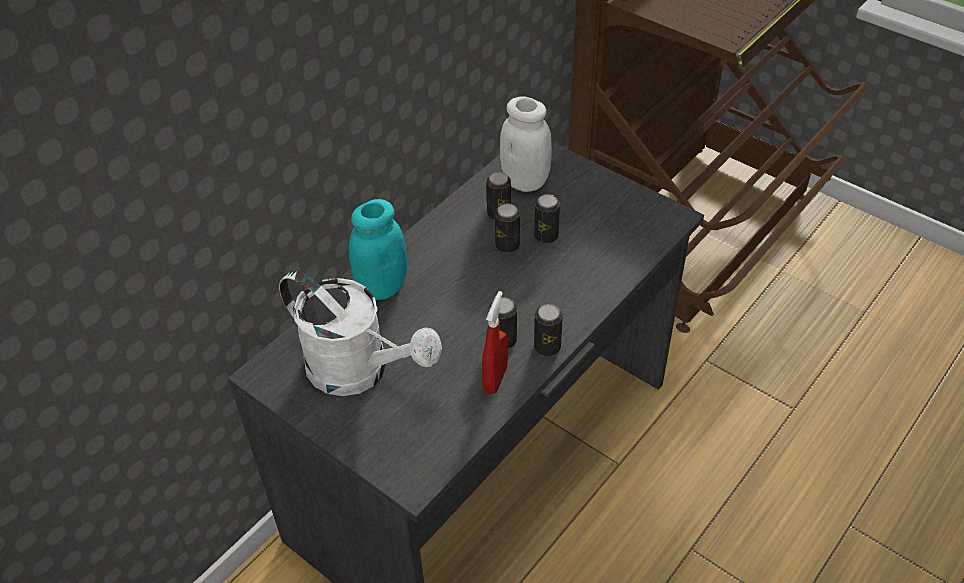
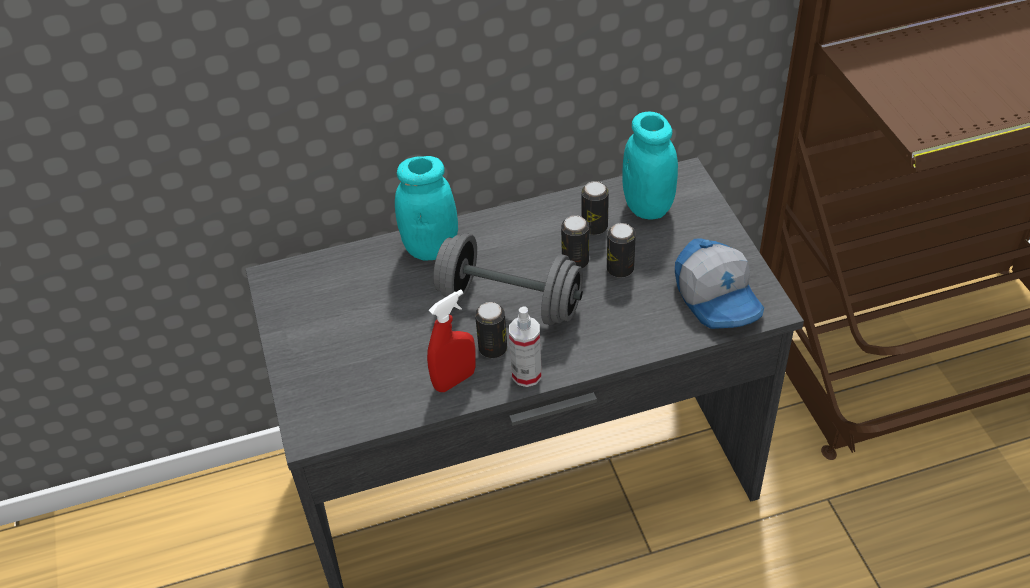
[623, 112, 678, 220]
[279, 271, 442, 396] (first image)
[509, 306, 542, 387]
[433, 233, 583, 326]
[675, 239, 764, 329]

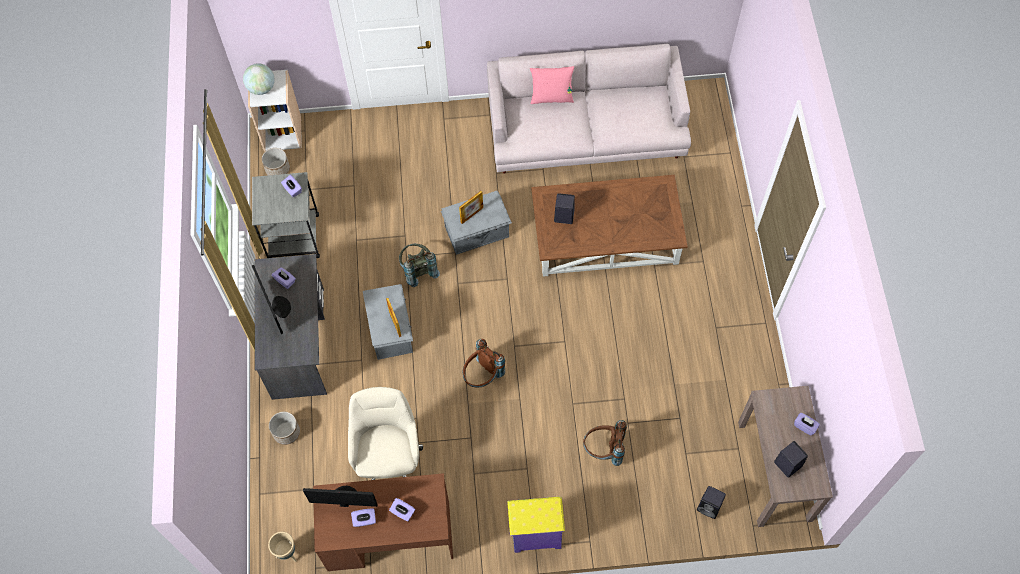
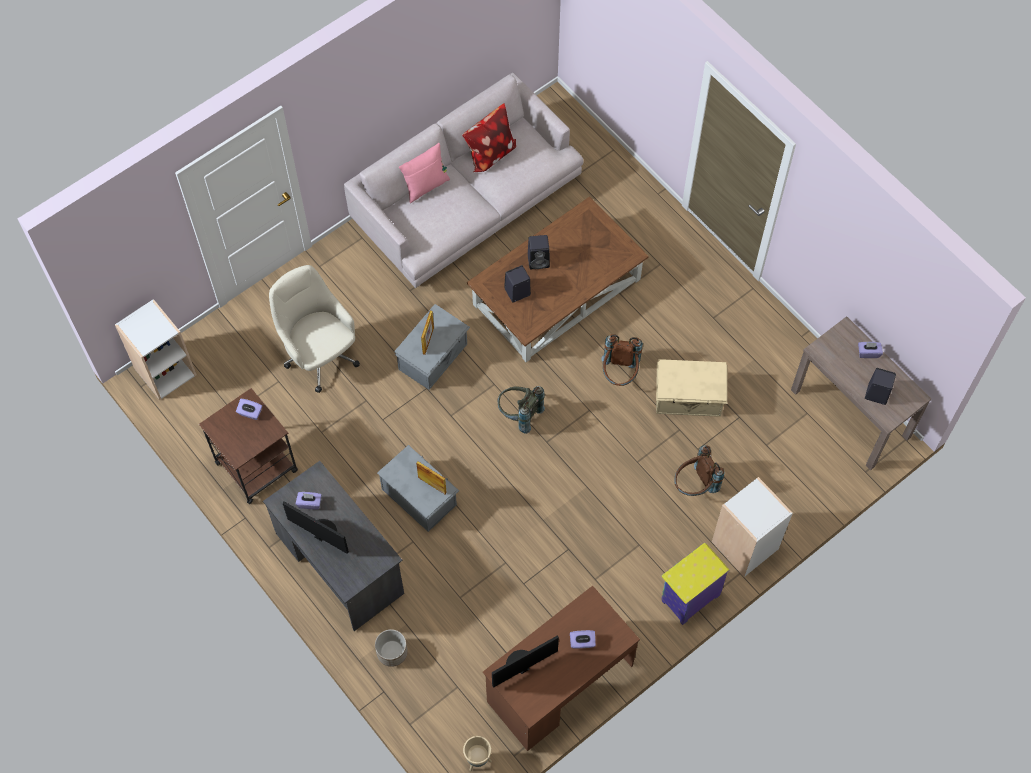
[243, 63, 274, 95] (first image)
[262, 148, 290, 175] (first image)
[199, 388, 297, 504]
[498, 386, 545, 434]
[601, 334, 643, 386]
[269, 265, 360, 393]
[528, 235, 550, 269]
[351, 509, 376, 527] (first image)
[462, 103, 516, 172]
[656, 359, 727, 417]
[712, 477, 793, 577]

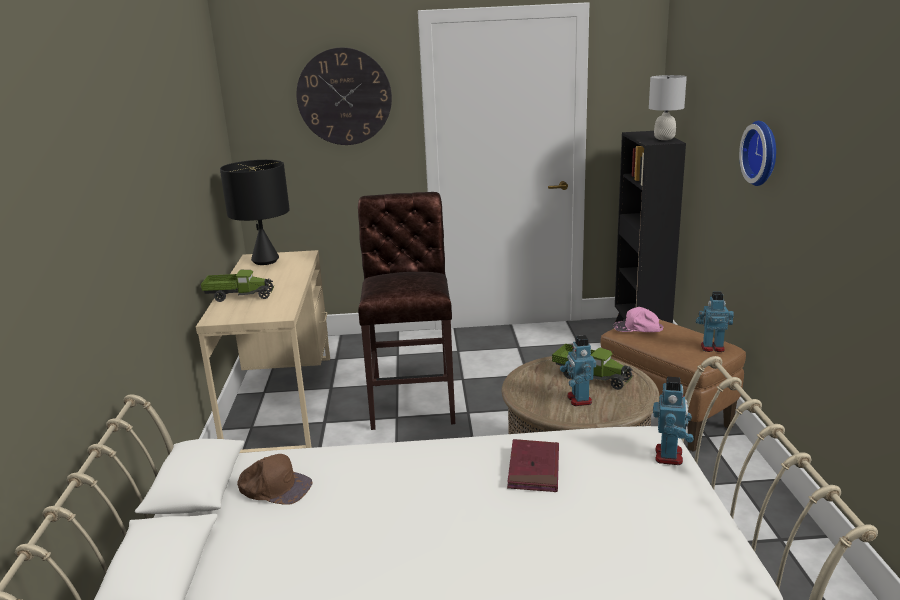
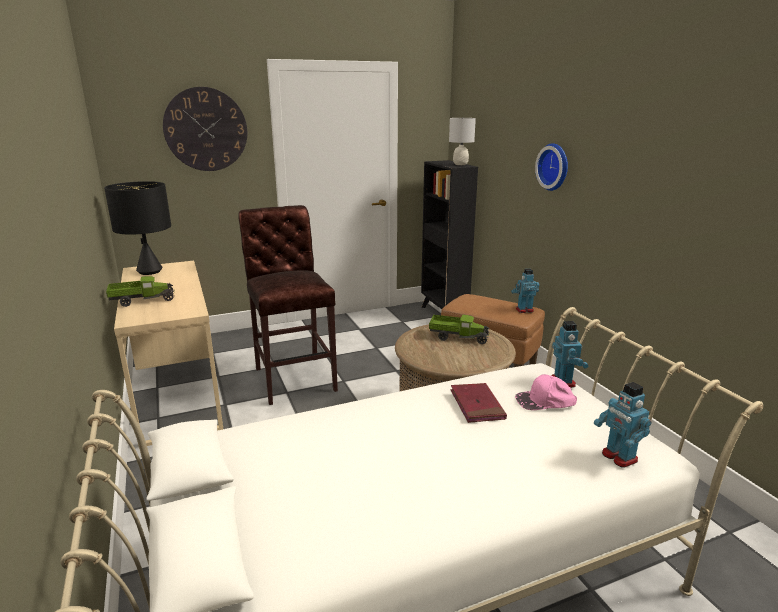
[515, 374, 577, 410]
[594, 382, 651, 468]
[237, 454, 313, 505] (first image)

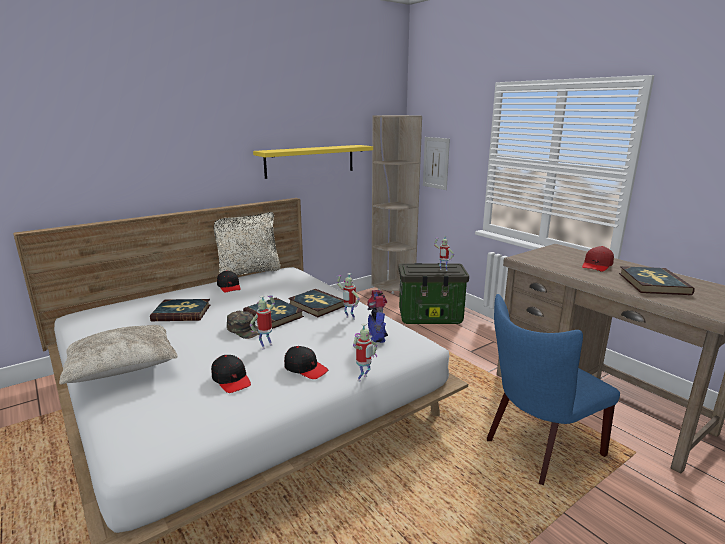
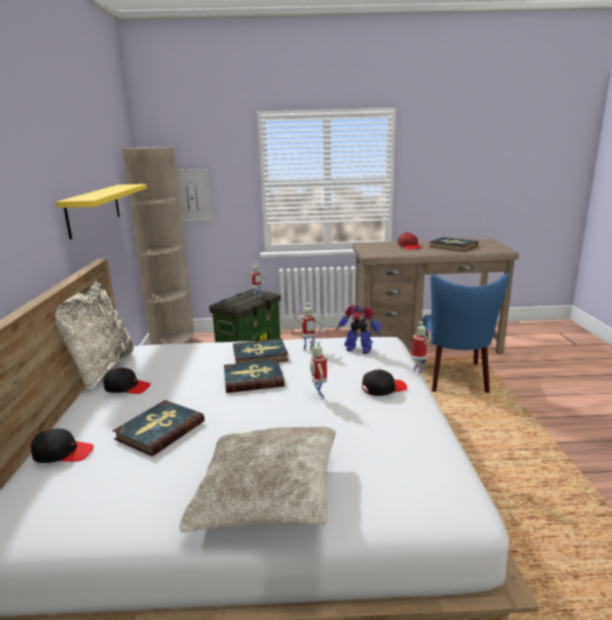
[227, 311, 260, 339] (first image)
[31, 428, 94, 463]

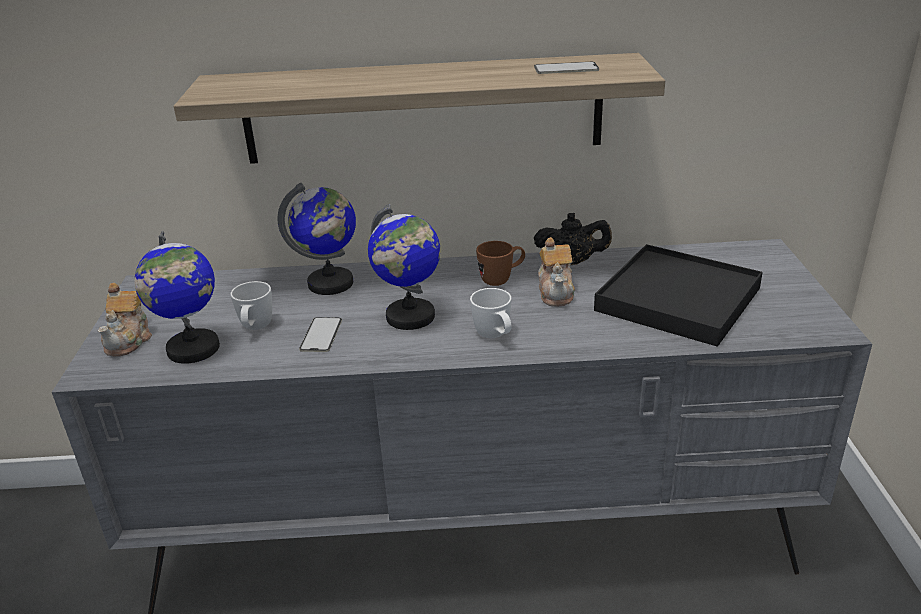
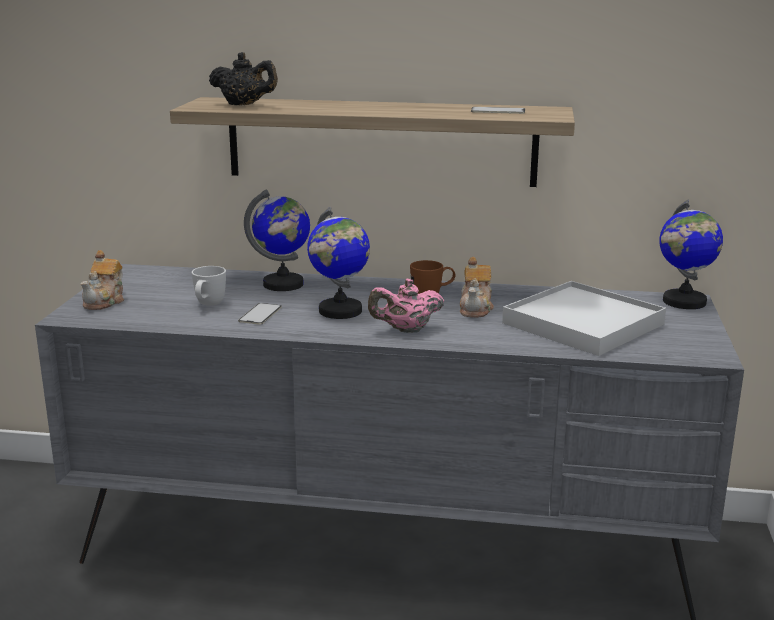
[209, 52, 278, 106]
[659, 200, 723, 309]
[502, 281, 666, 356]
[368, 279, 444, 333]

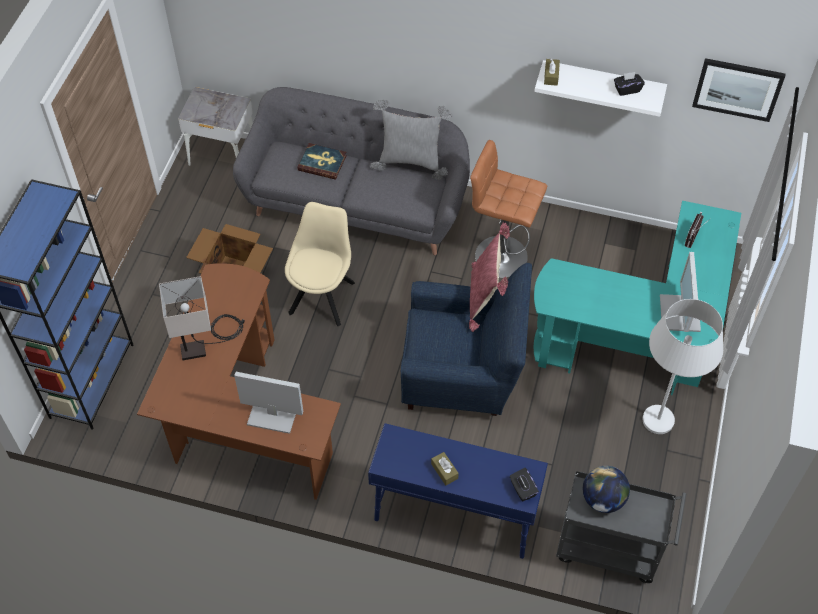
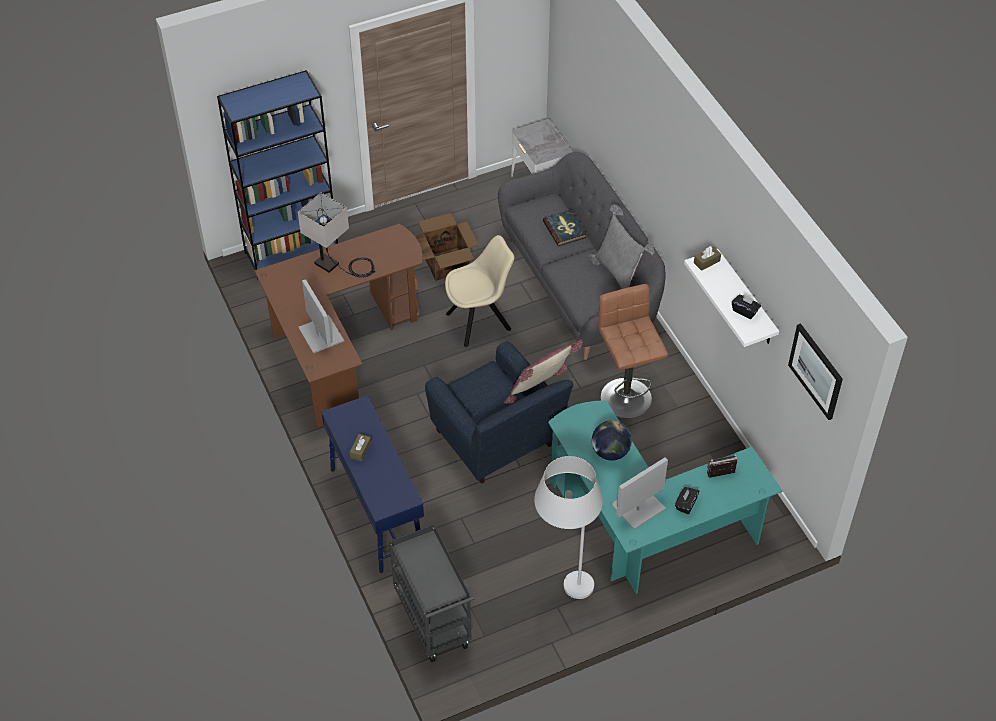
[592, 420, 632, 461]
[675, 487, 699, 514]

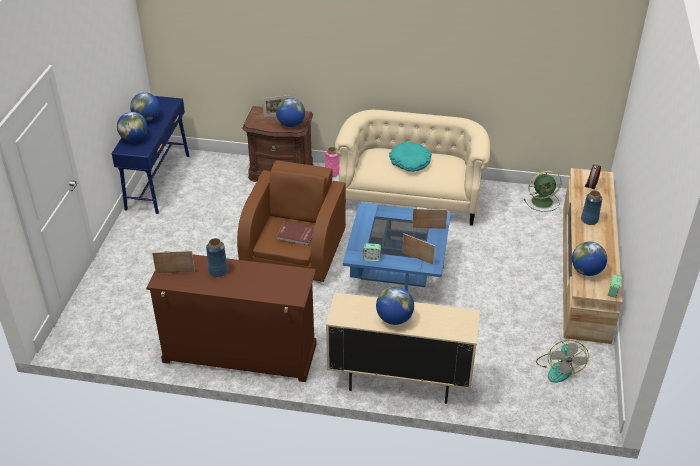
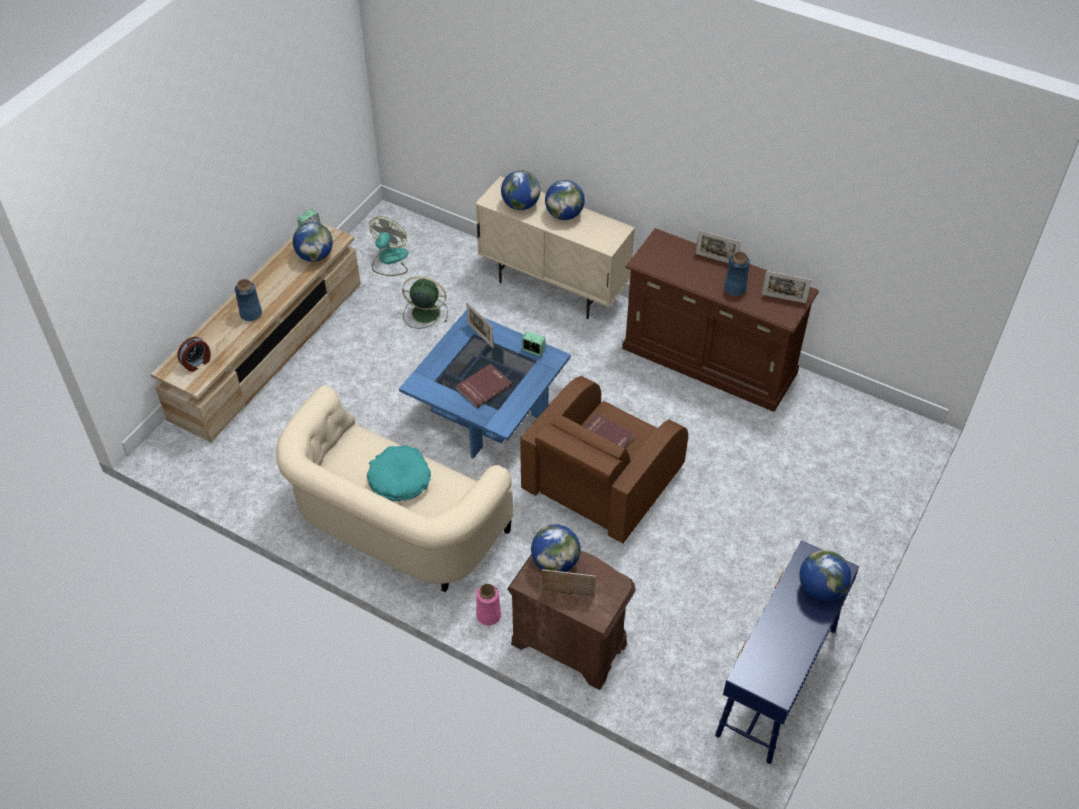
[501, 170, 540, 210]
[402, 276, 448, 329]
[695, 230, 741, 263]
[456, 364, 512, 408]

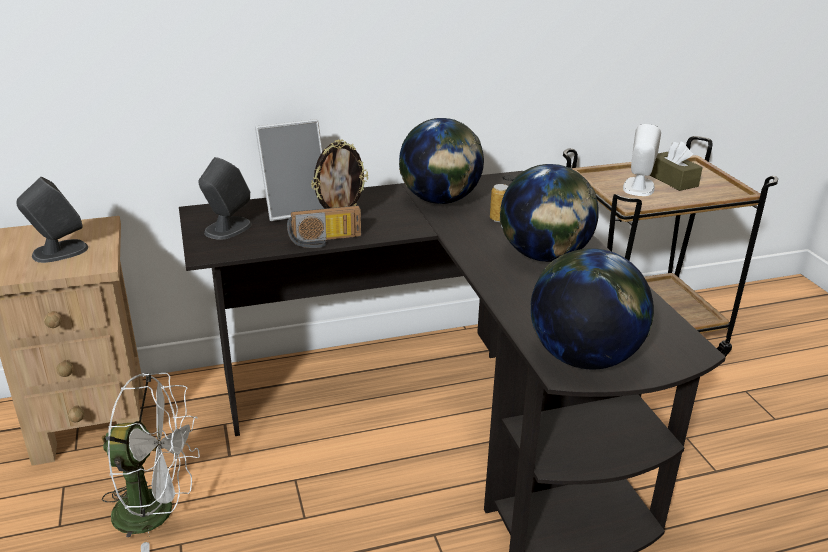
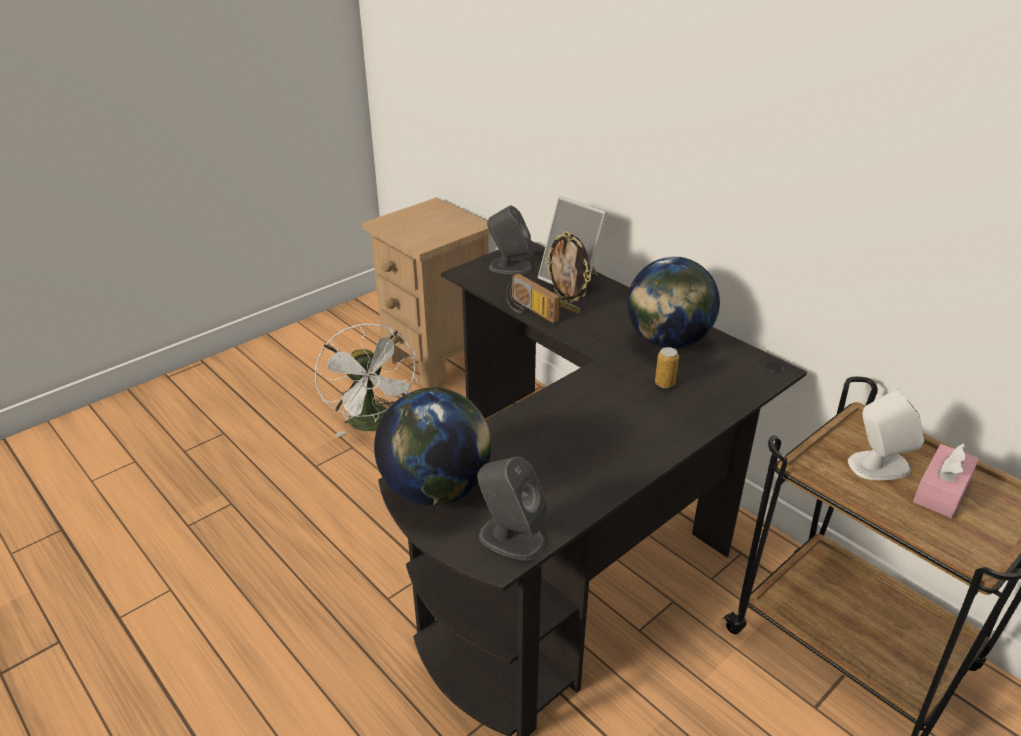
[913, 444, 979, 518]
[500, 164, 599, 262] (first image)
[477, 457, 547, 560]

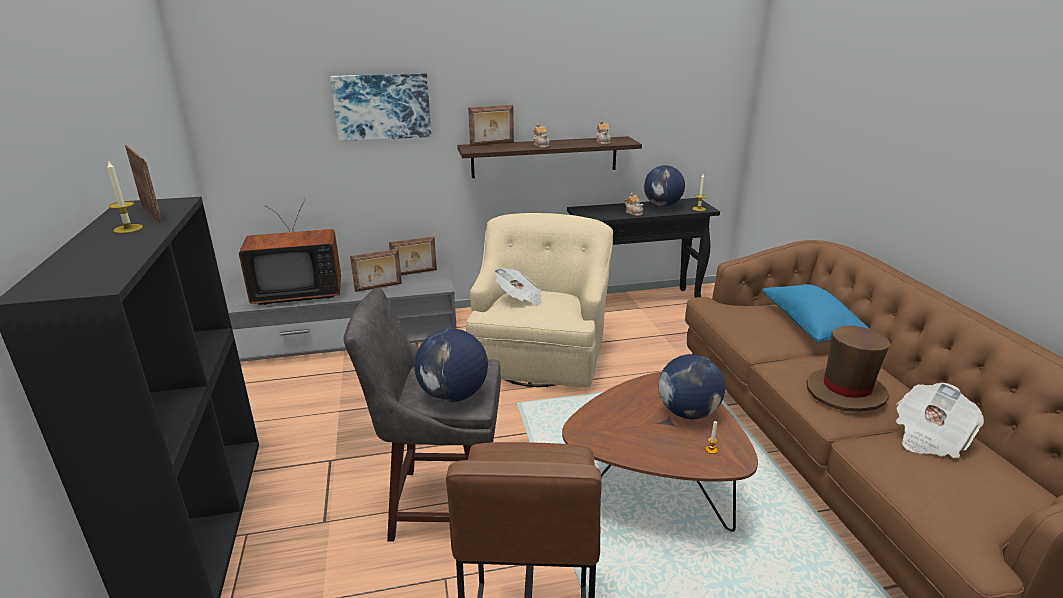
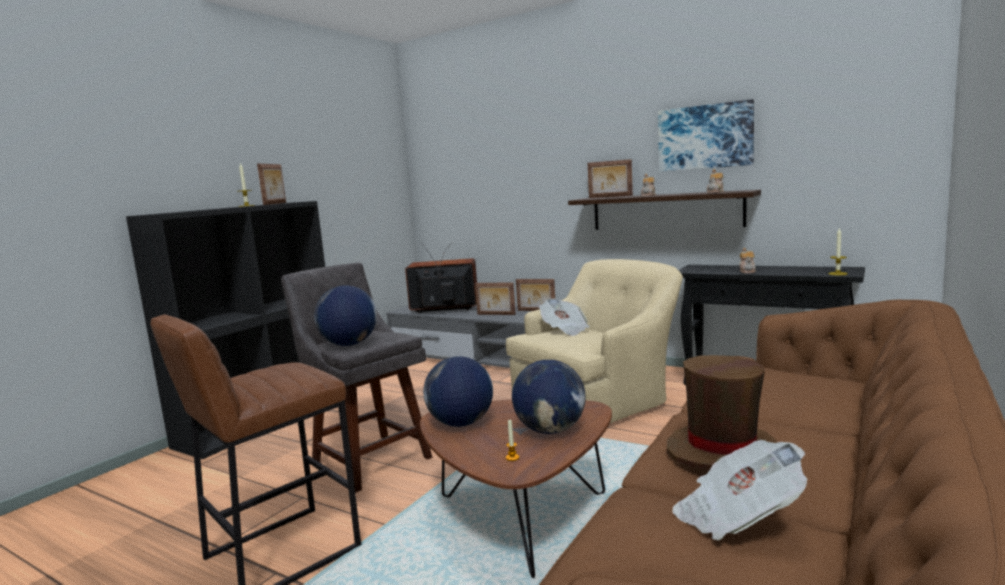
[658, 99, 754, 171]
[423, 356, 493, 427]
[405, 242, 477, 313]
[762, 284, 870, 342] (first image)

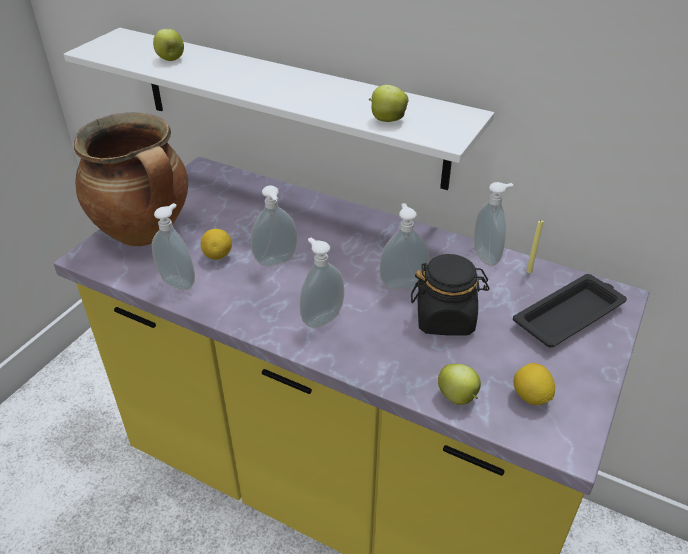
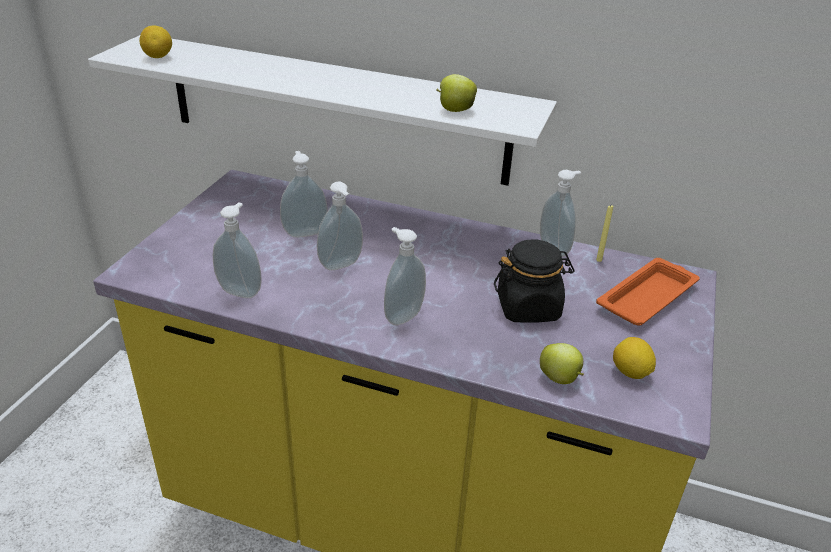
[153, 29, 184, 61] (first image)
[74, 113, 188, 246] (first image)
[280, 151, 328, 237]
[140, 26, 172, 58]
[596, 258, 700, 326]

